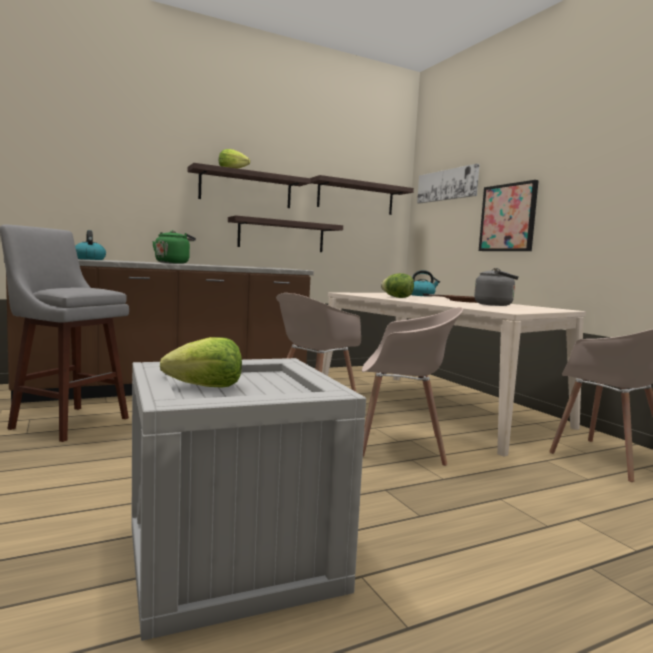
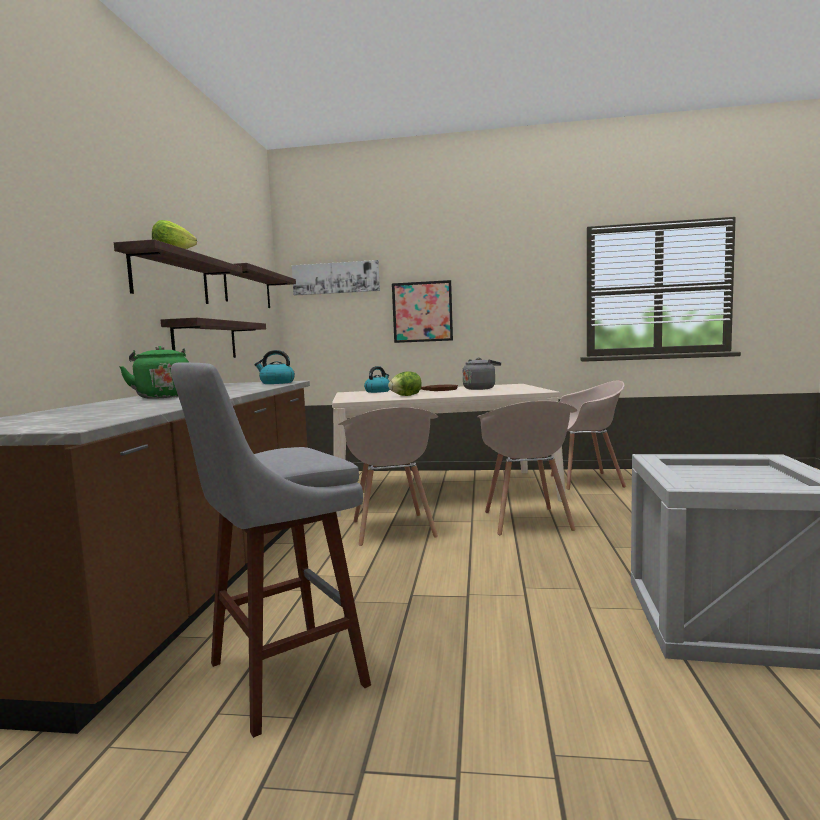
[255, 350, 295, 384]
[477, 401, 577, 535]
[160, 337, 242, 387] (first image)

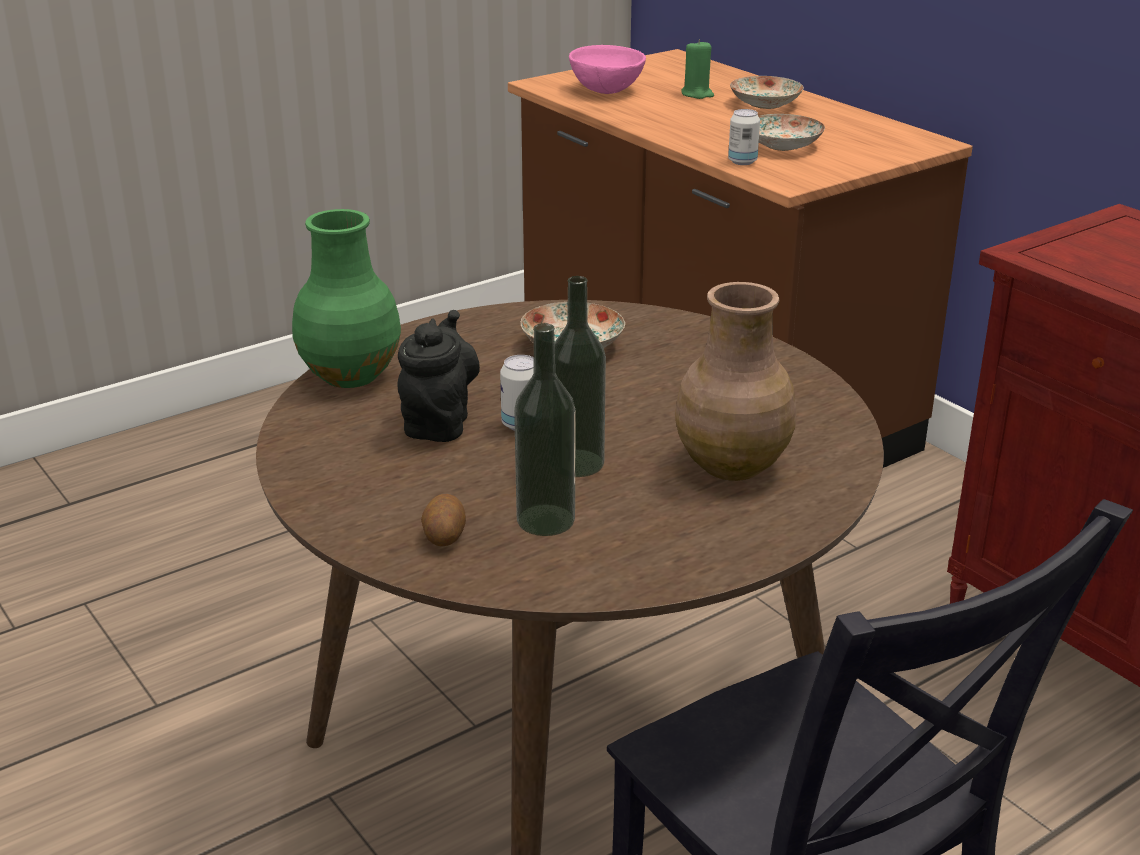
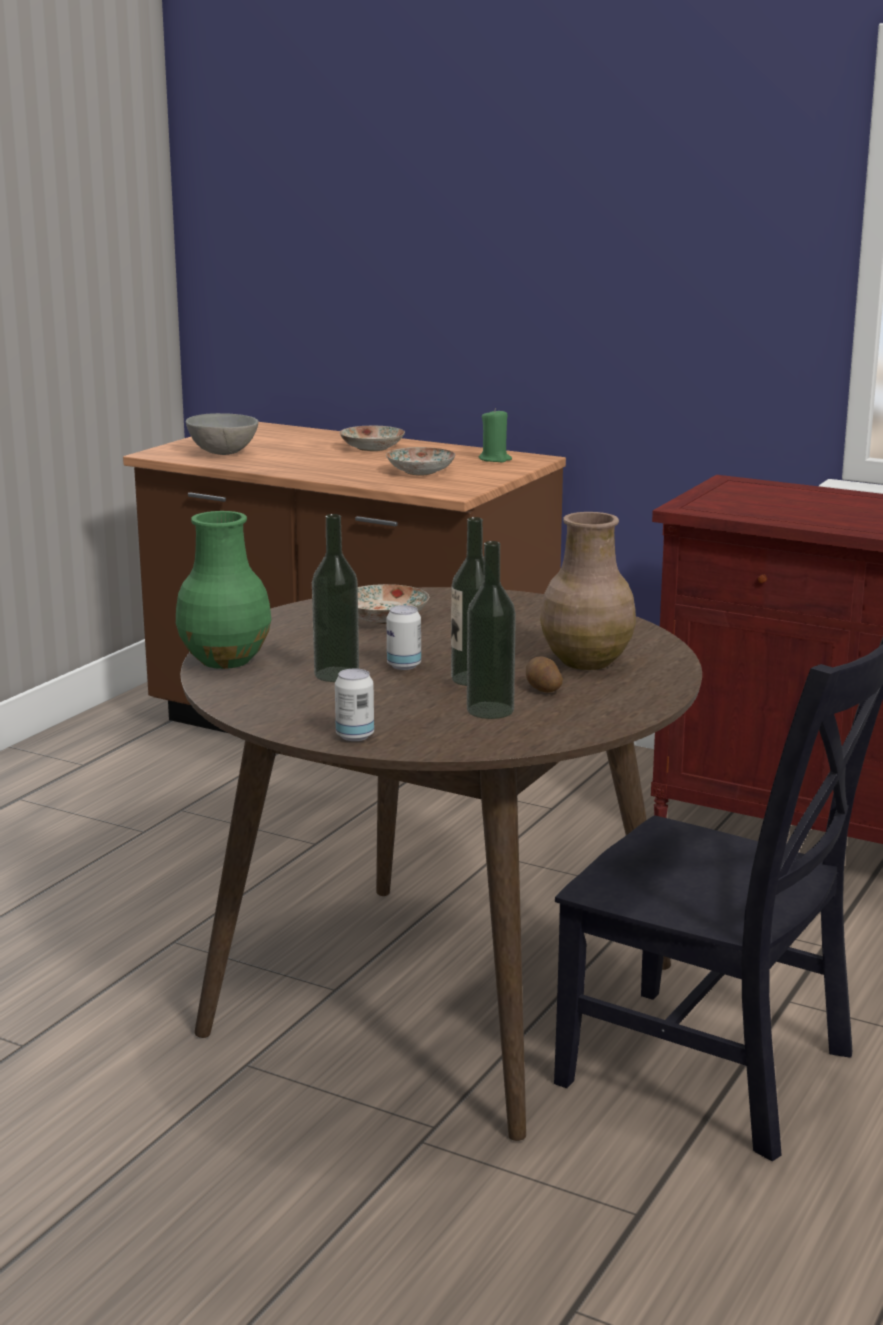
[479, 408, 512, 462]
[186, 413, 258, 455]
[335, 669, 374, 741]
[312, 514, 359, 682]
[526, 656, 563, 693]

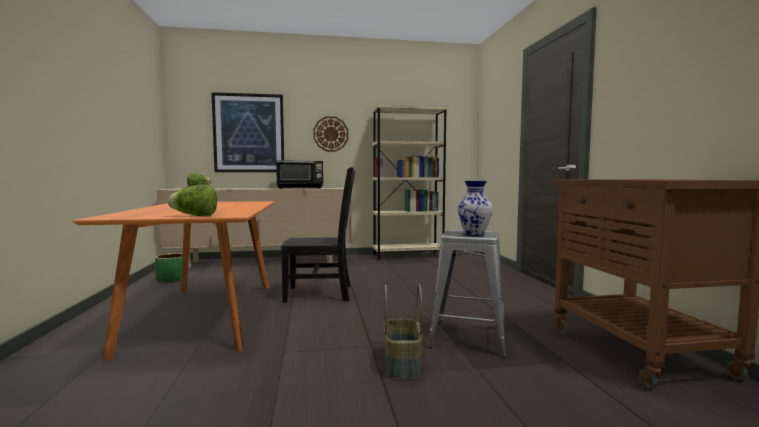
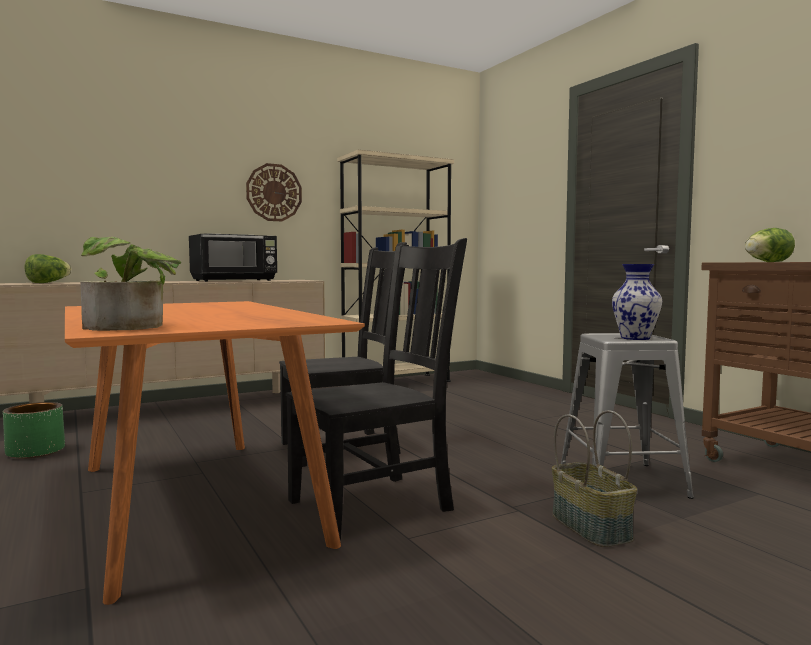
[211, 92, 284, 172] (first image)
[745, 228, 795, 262]
[80, 237, 181, 331]
[286, 238, 467, 540]

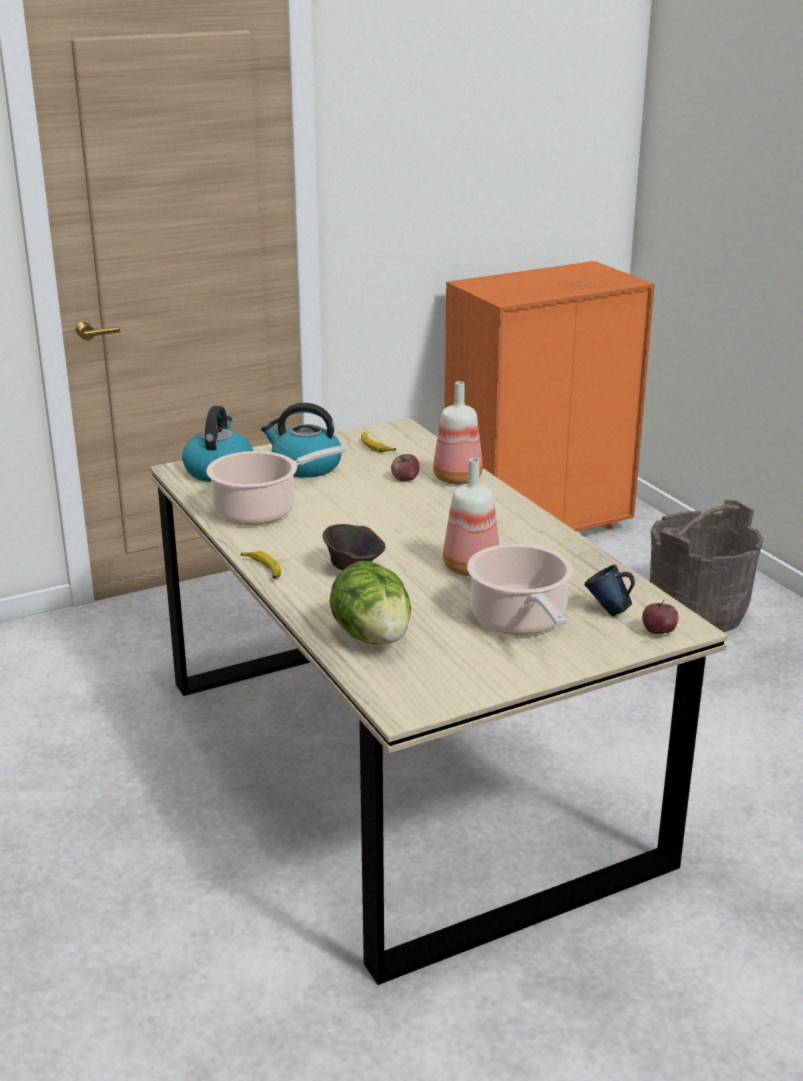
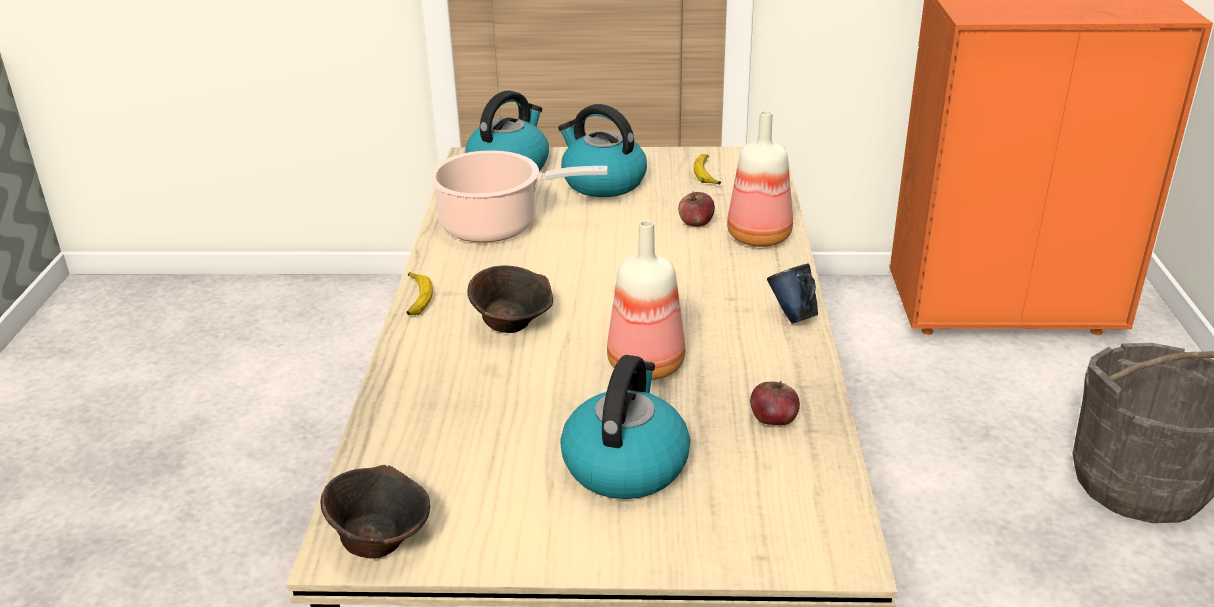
[560, 355, 690, 499]
[329, 561, 411, 644] (first image)
[767, 263, 818, 324]
[750, 381, 800, 425]
[321, 465, 430, 559]

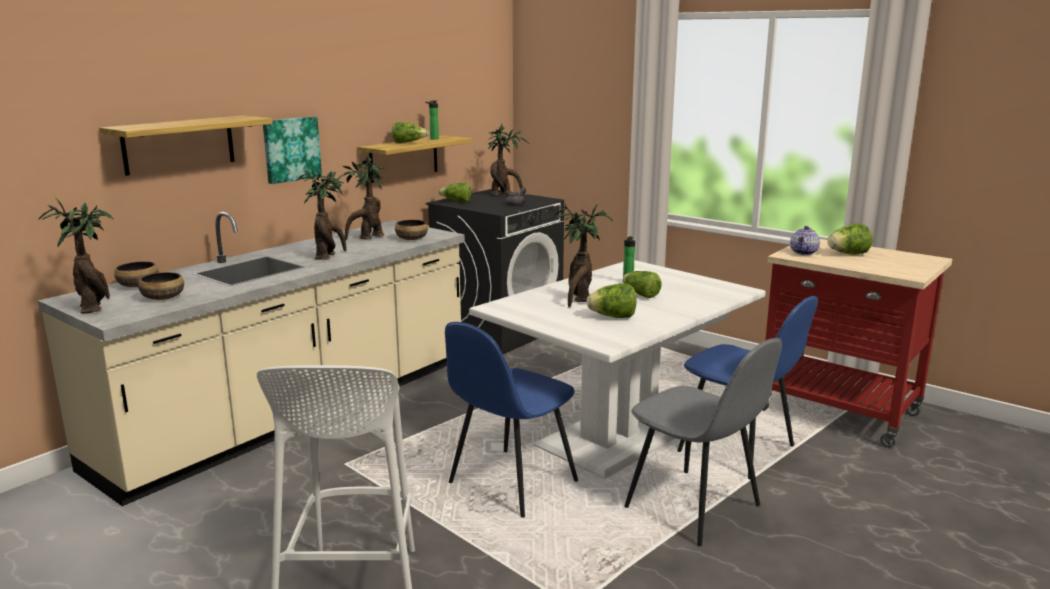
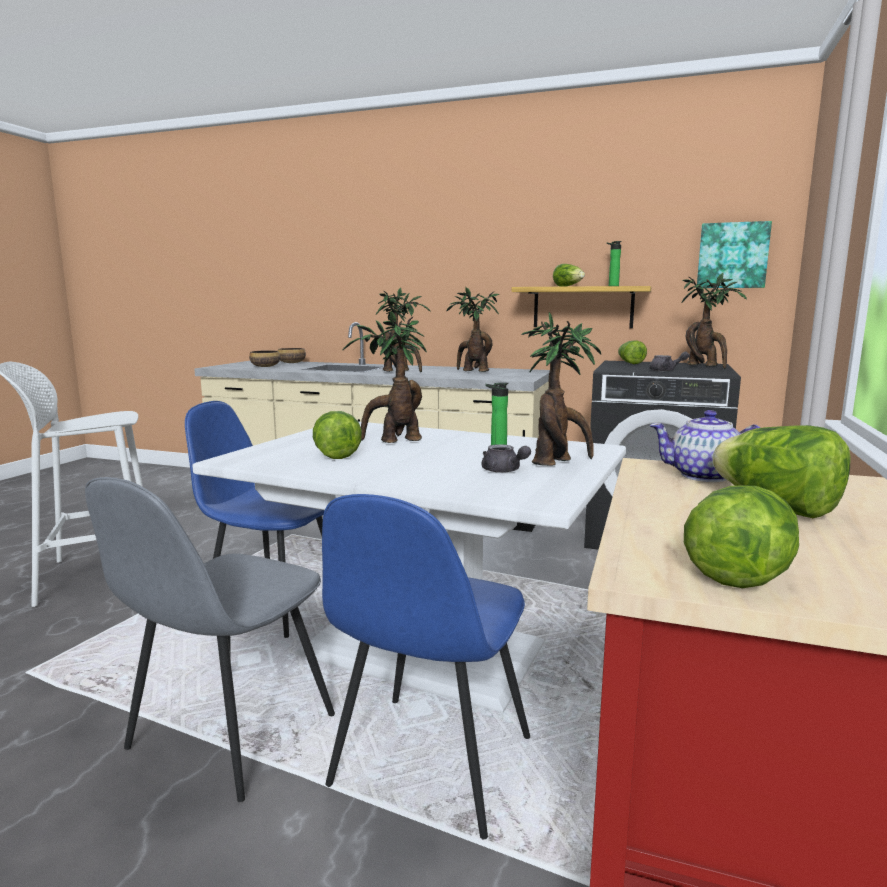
[99, 116, 273, 176] (first image)
[697, 221, 772, 288]
[521, 312, 601, 466]
[395, 220, 428, 240] (first image)
[684, 486, 799, 588]
[482, 444, 531, 473]

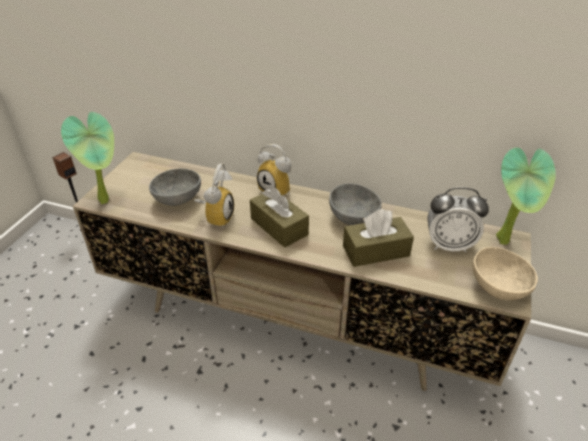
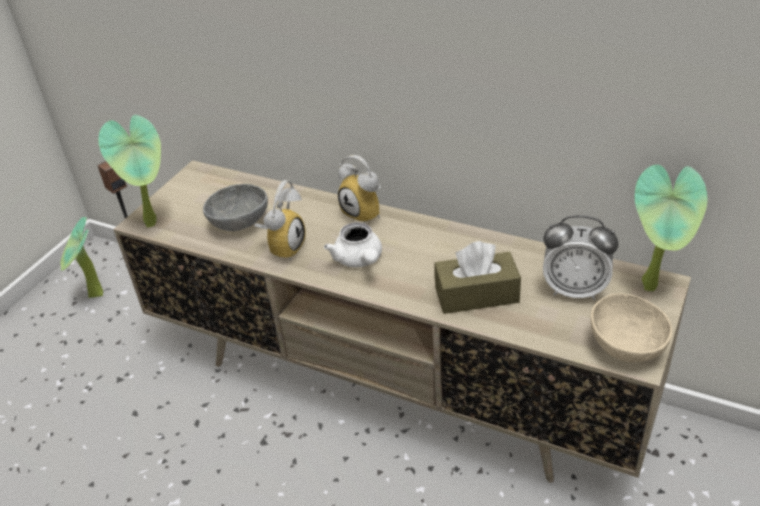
[329, 183, 382, 225] (first image)
[324, 222, 382, 268]
[61, 217, 103, 298]

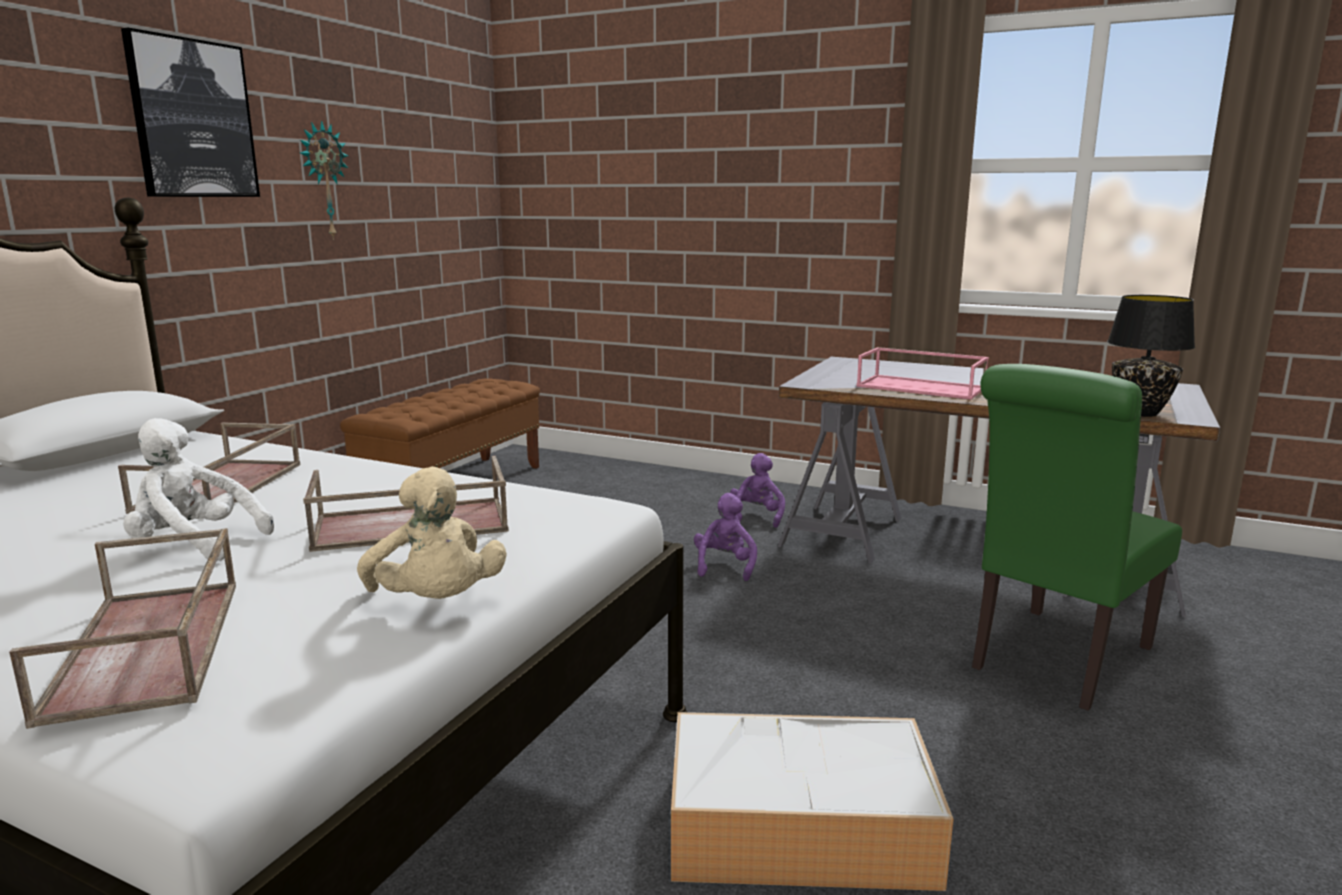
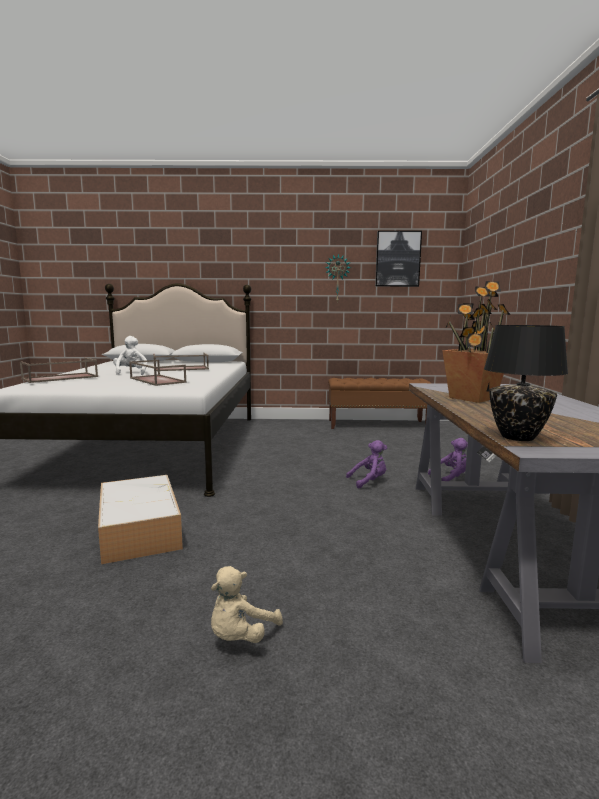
[375, 231, 422, 287]
[442, 281, 511, 403]
[972, 364, 1182, 711] (first image)
[211, 566, 283, 643]

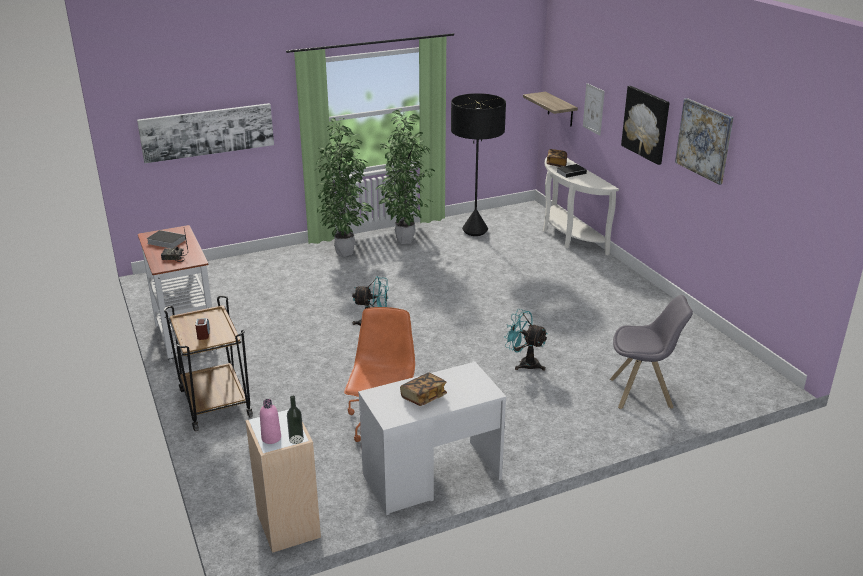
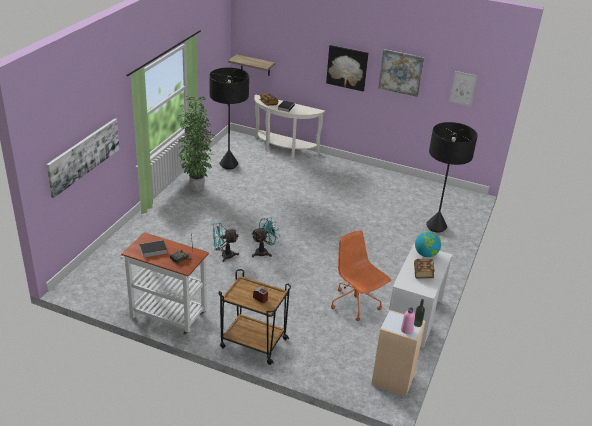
[449, 71, 477, 106]
[314, 118, 374, 257] (first image)
[426, 122, 478, 233]
[213, 222, 239, 262]
[415, 232, 441, 257]

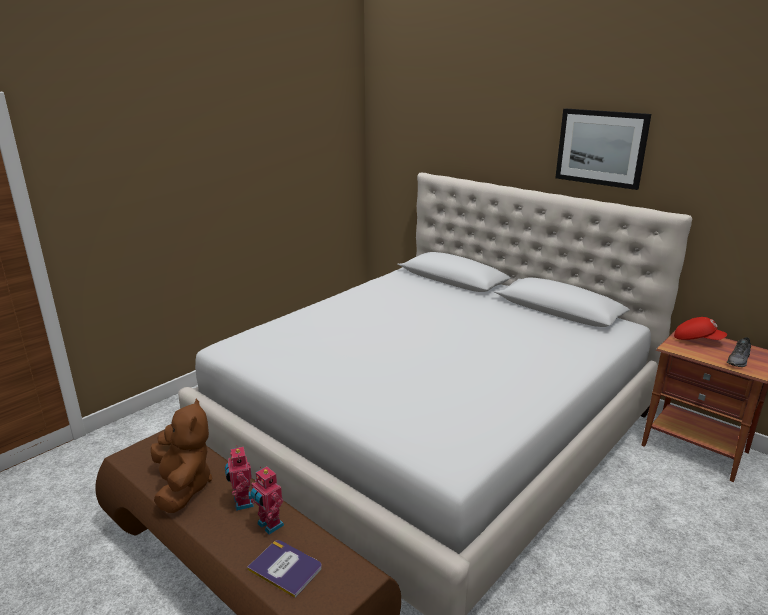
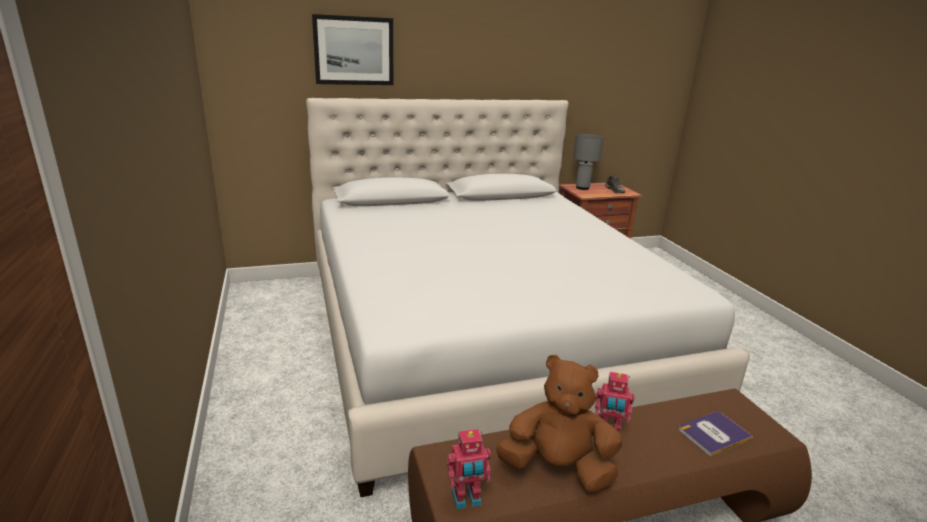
[312, 14, 393, 85]
[573, 134, 603, 190]
[447, 429, 491, 509]

